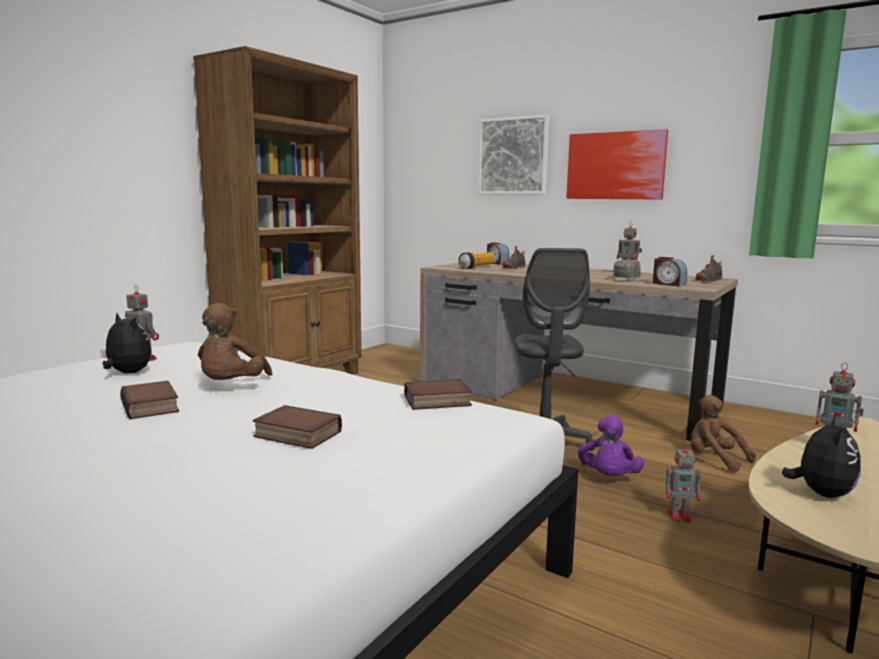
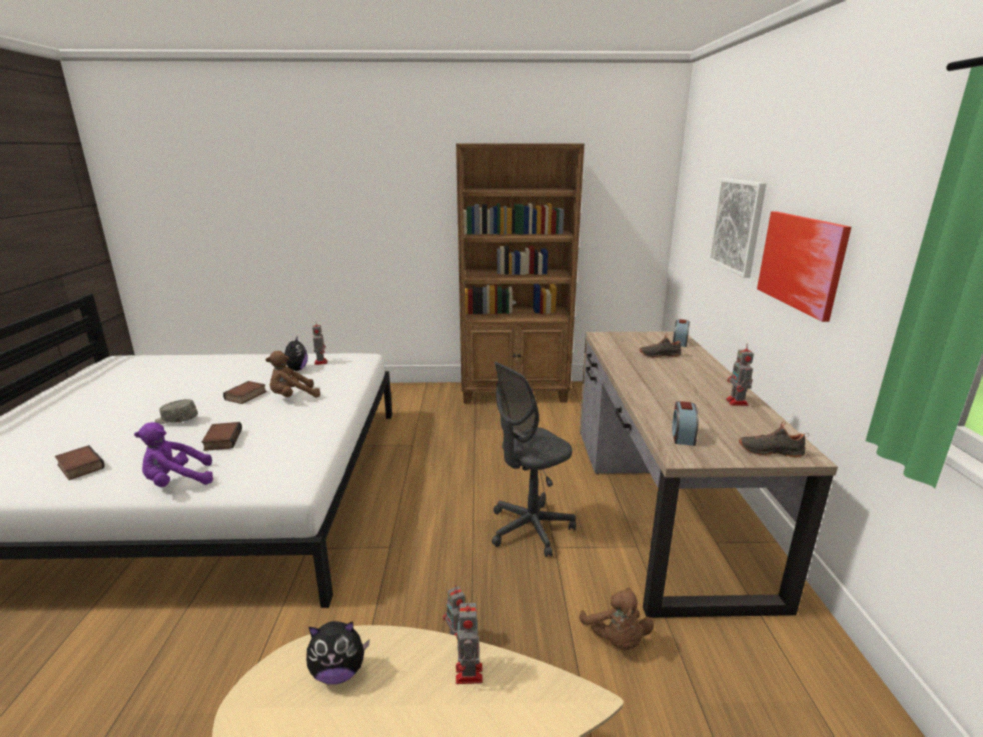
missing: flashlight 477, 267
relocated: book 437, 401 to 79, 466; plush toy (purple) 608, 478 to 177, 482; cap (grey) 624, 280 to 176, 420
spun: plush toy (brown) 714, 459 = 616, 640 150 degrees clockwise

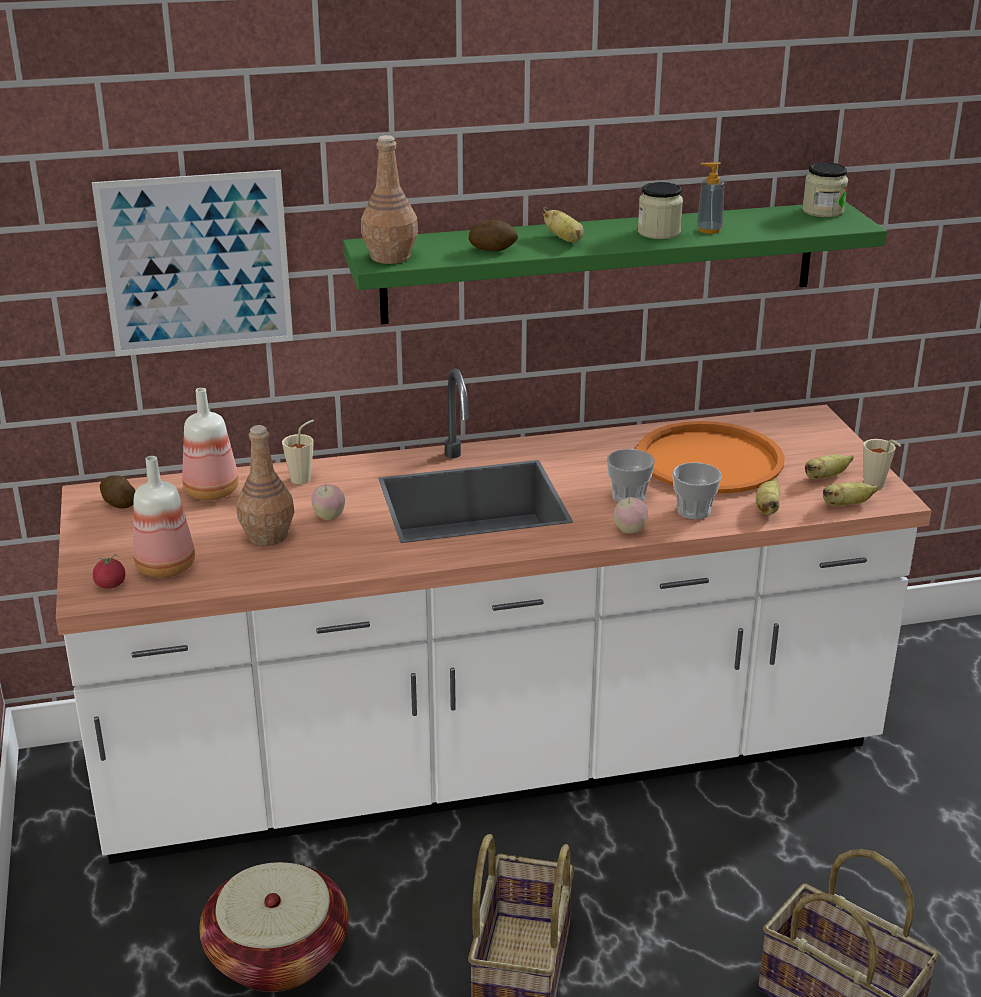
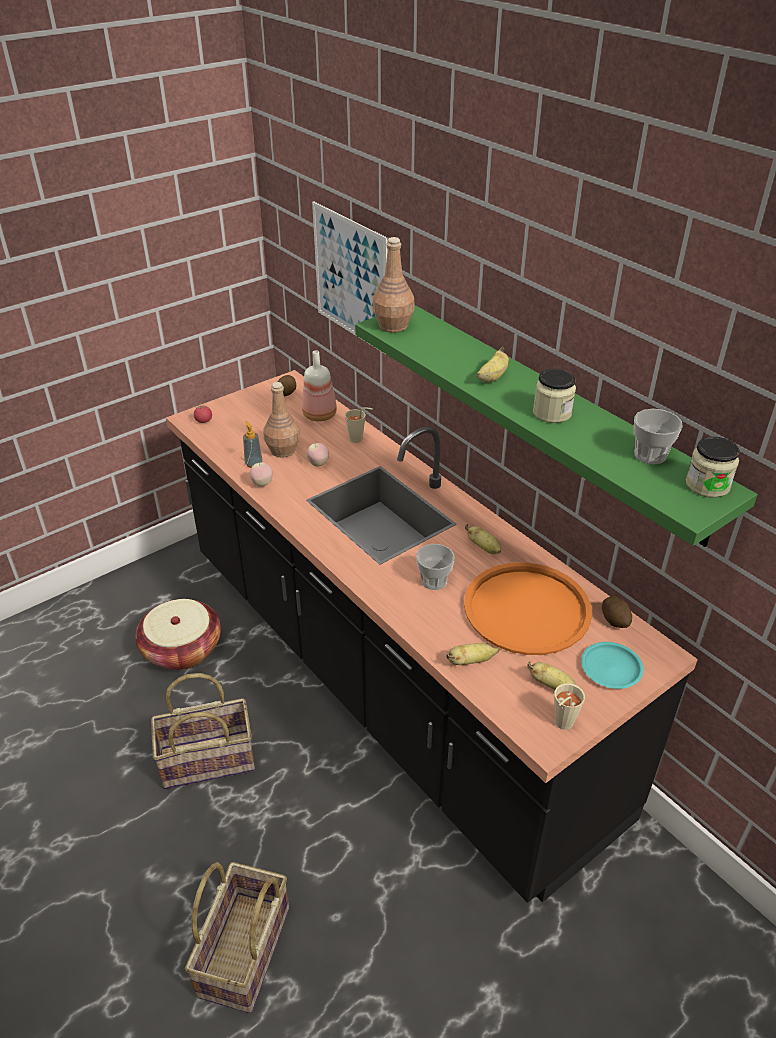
missing: bottle 168, 567
appeared: plate (turquoise) 611, 668
relocated: potato 493, 249 to 615, 620; apple 630, 530 to 262, 484; cup 694, 511 to 650, 455; soap dispenser 709, 230 to 253, 464; banana 846, 505 to 484, 548
colour: counter (white) 490, 758 to counter (black) 388, 678

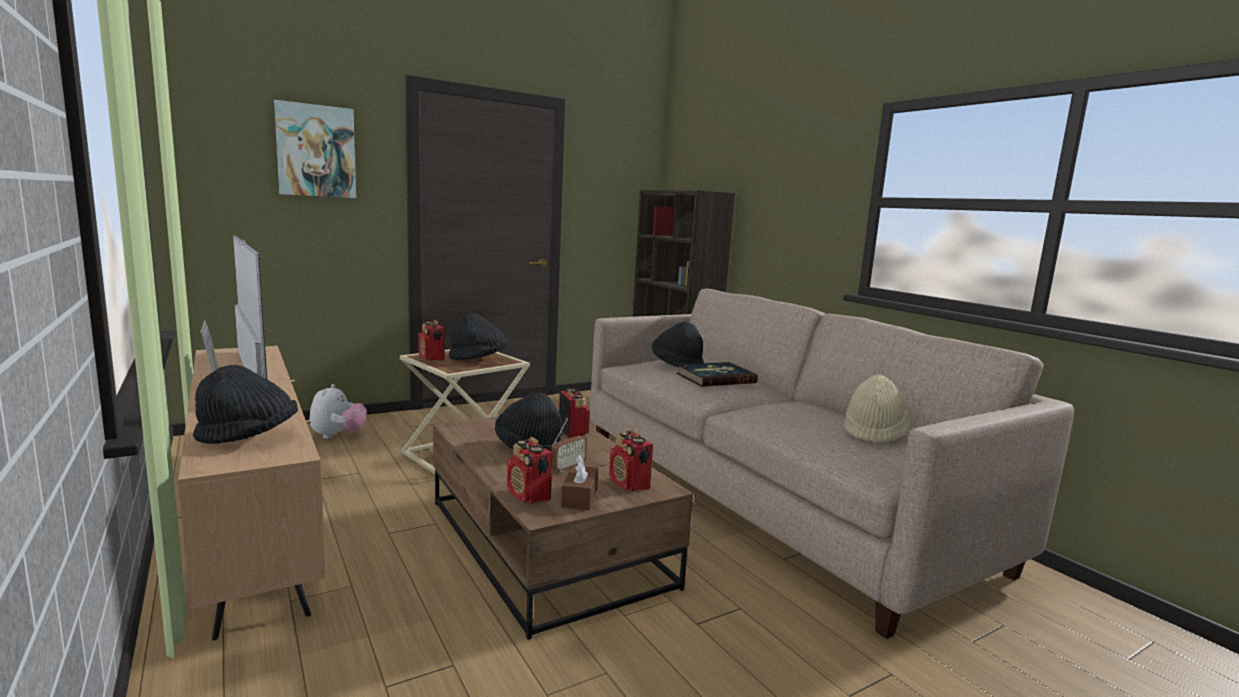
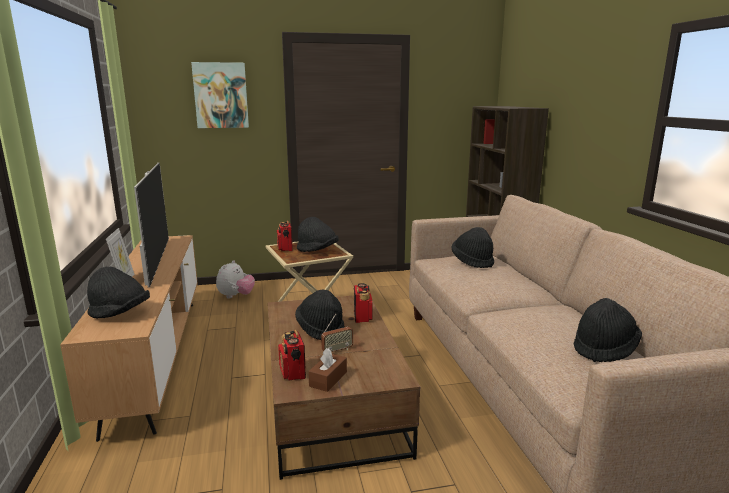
missing: radio 629, 484; book 715, 378
colour: hat (beige) 873, 432 to hat (black) 604, 348

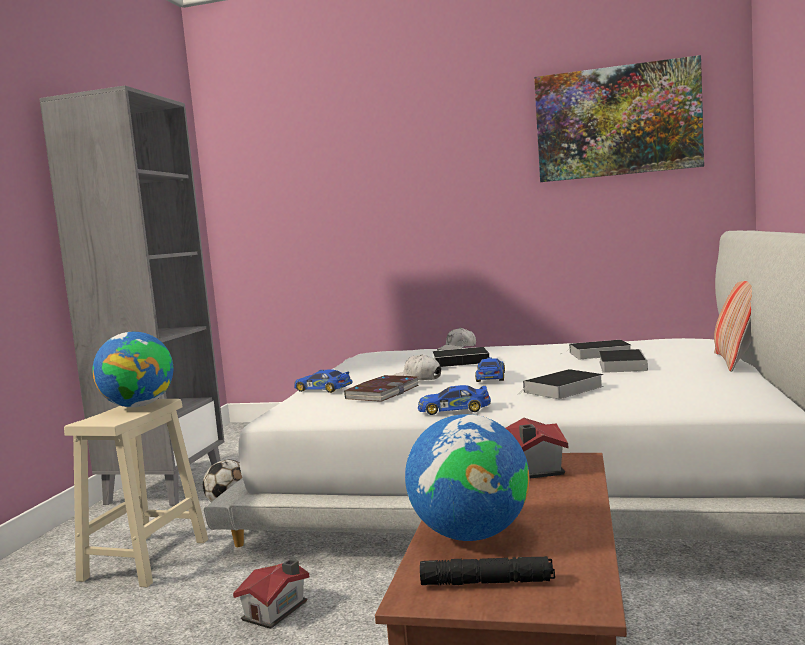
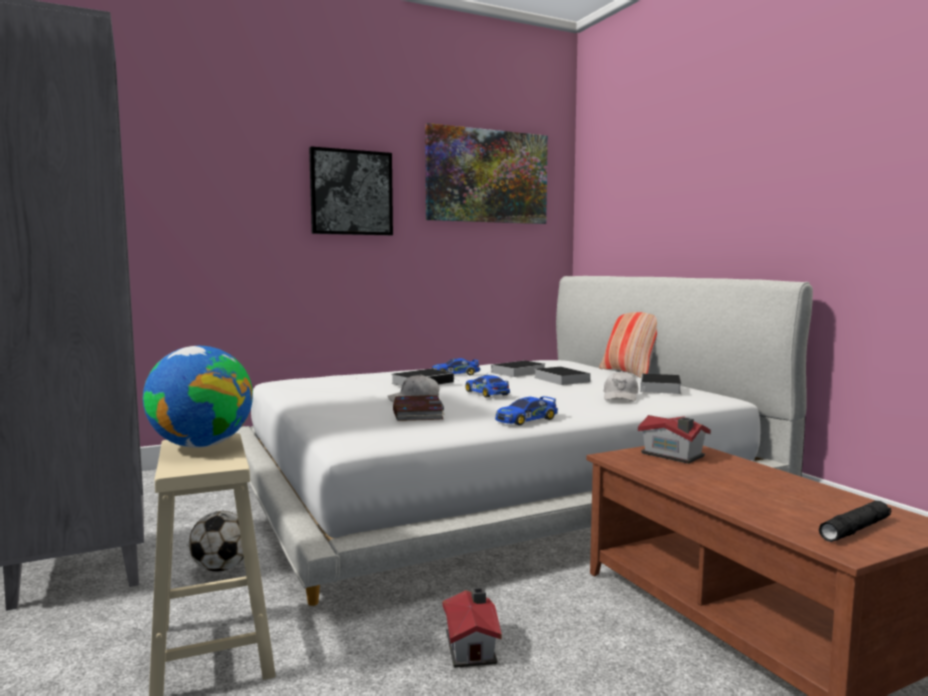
missing: globe 470, 535
appeared: picture 351, 193
relocated: toy car 323, 389 to 455, 374; cap (white) 457, 349 to 620, 397; book 562, 390 to 660, 388

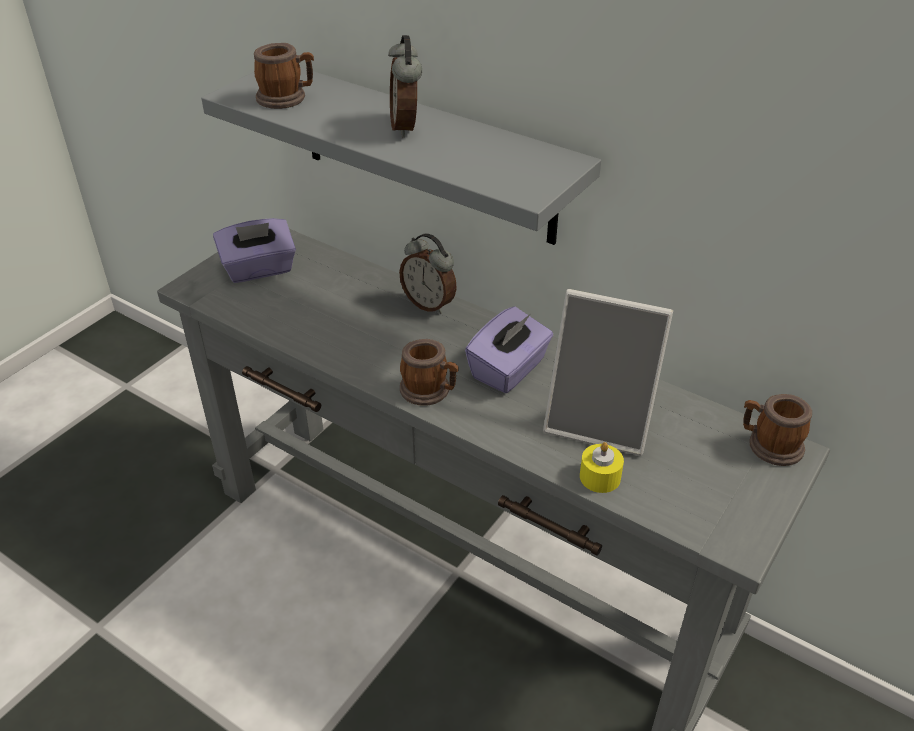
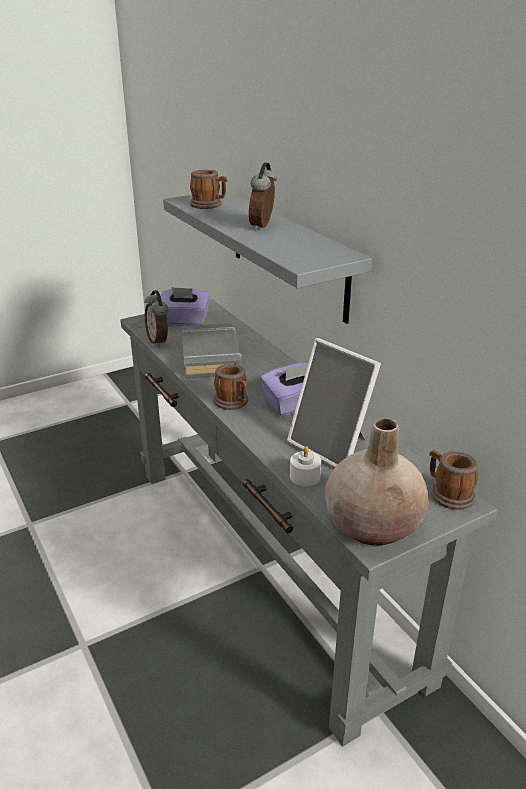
appeared: book (grey) 211, 356; vase (beige) 373, 526
relocated: alarm clock 429, 304 to 158, 341
colour: candle (yellow) 600, 477 to candle (white) 305, 476

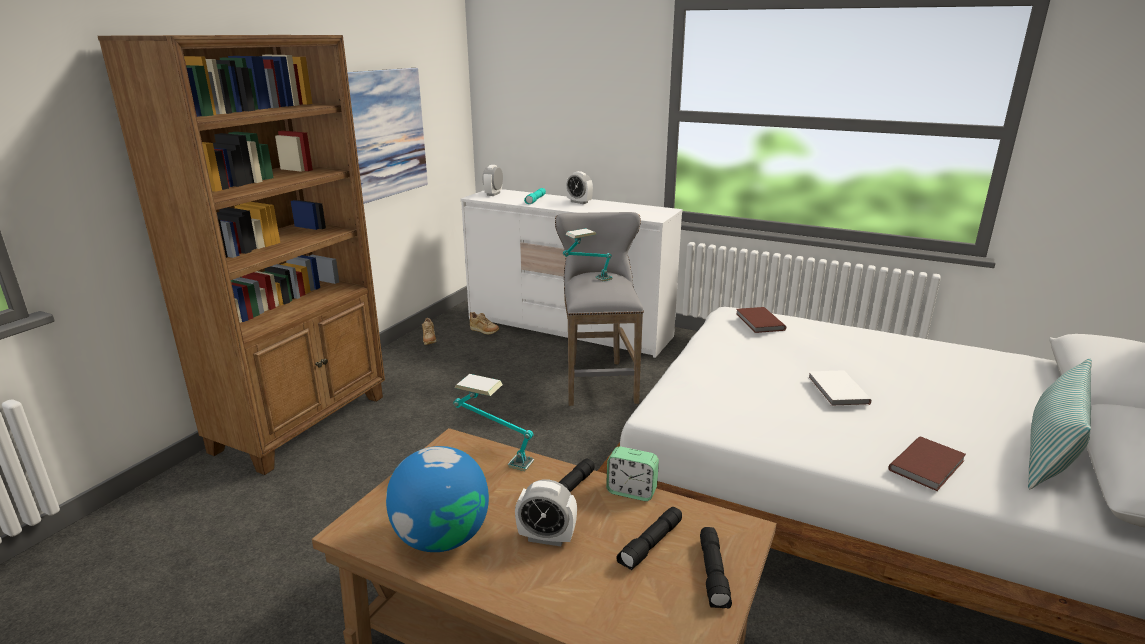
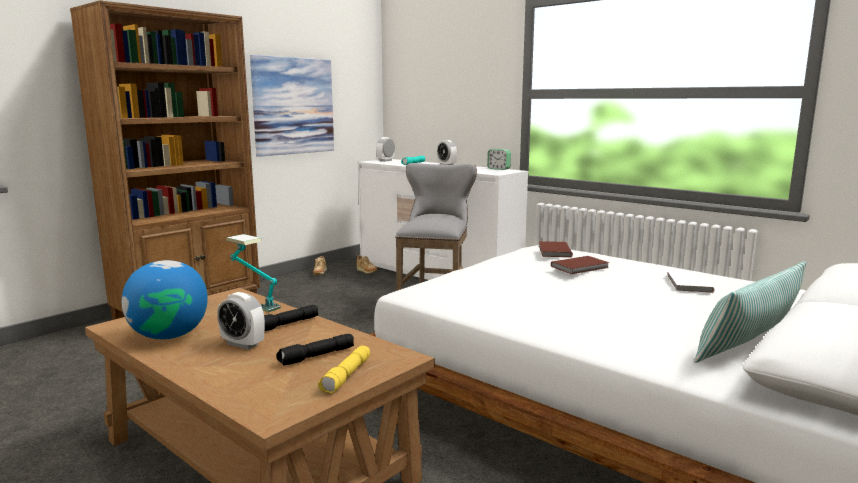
missing: table lamp 587, 282
relocated: alarm clock 631, 491 to 498, 169; book (white) 836, 391 to 687, 284; book (brown) 929, 465 to 581, 267
colour: flashlight (black) 714, 574 to flashlight (yellow) 347, 376

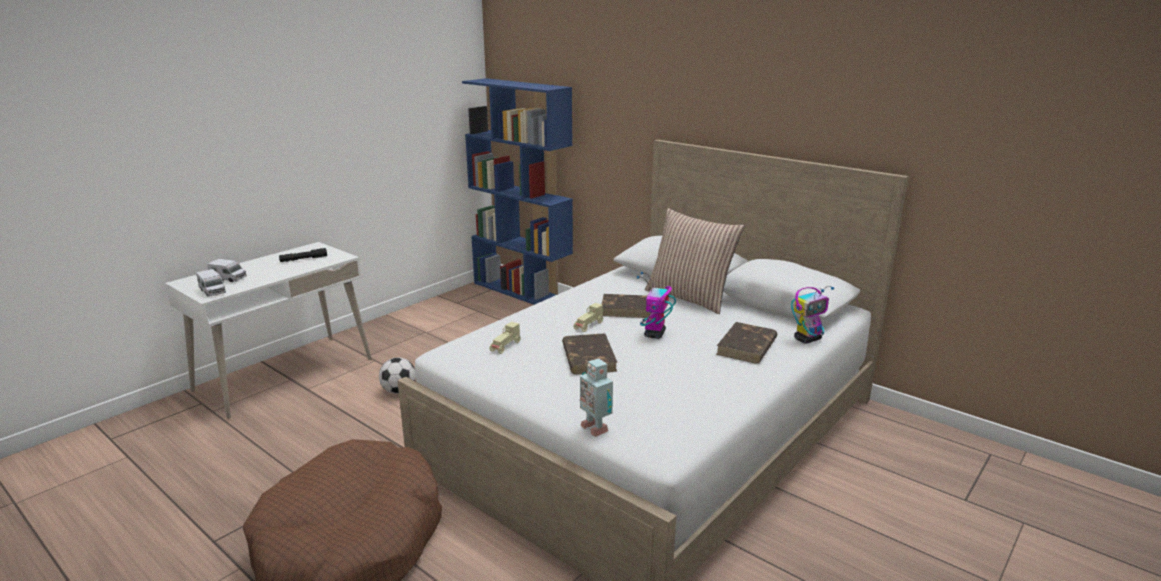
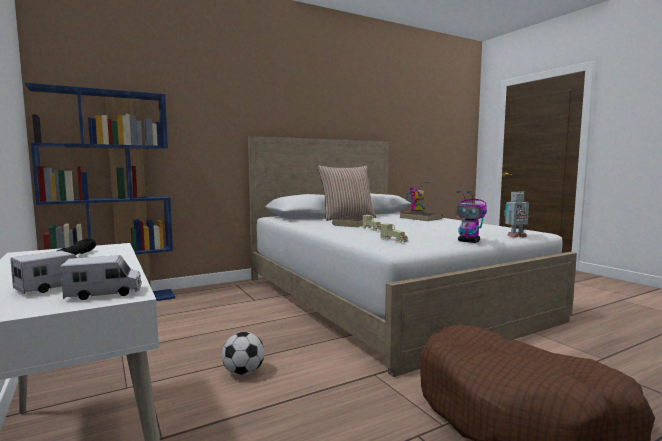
missing: book (brown) 588, 357
relocated: toy robot 654, 334 to 469, 241

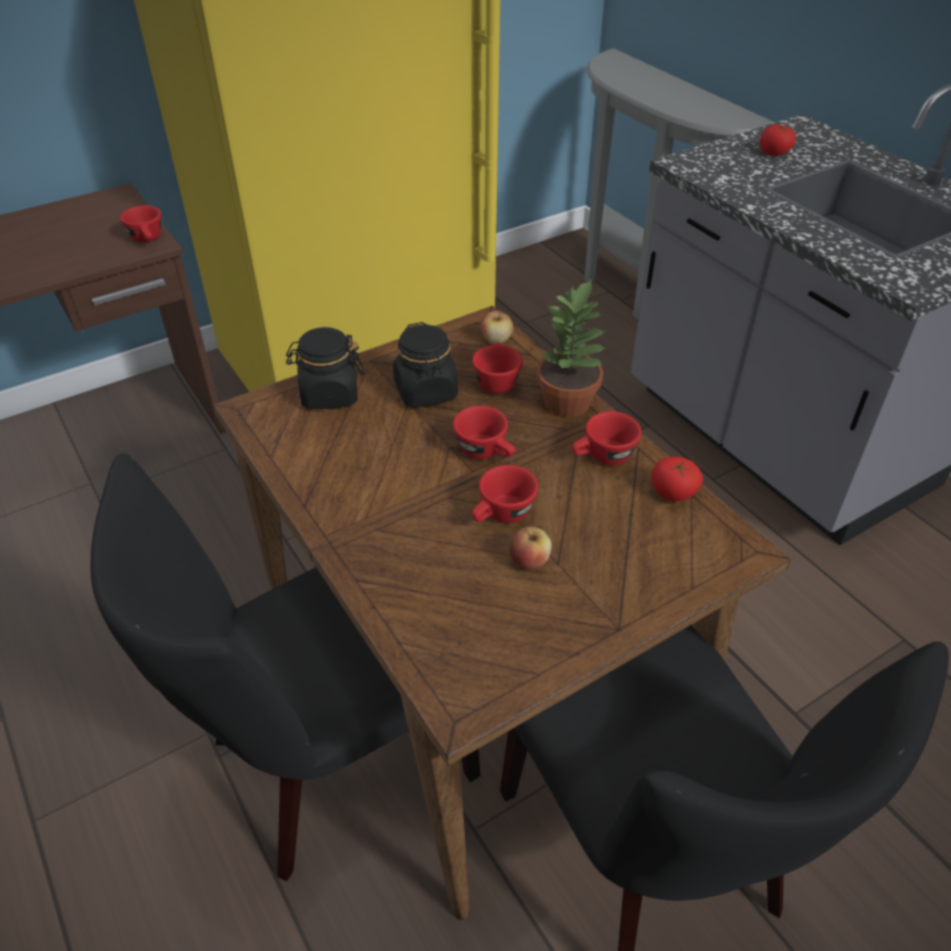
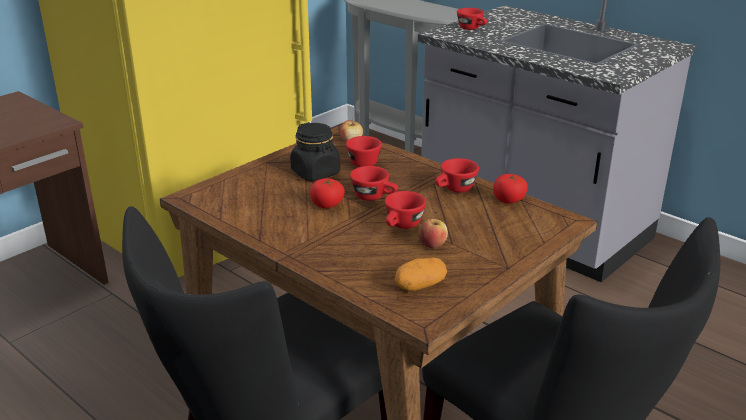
missing: jar (black) 329, 394; potted plant 568, 402
appeared: potato 420, 286
relocated: cup (red) 148, 240 to 472, 29; tomato 774, 153 to 327, 205

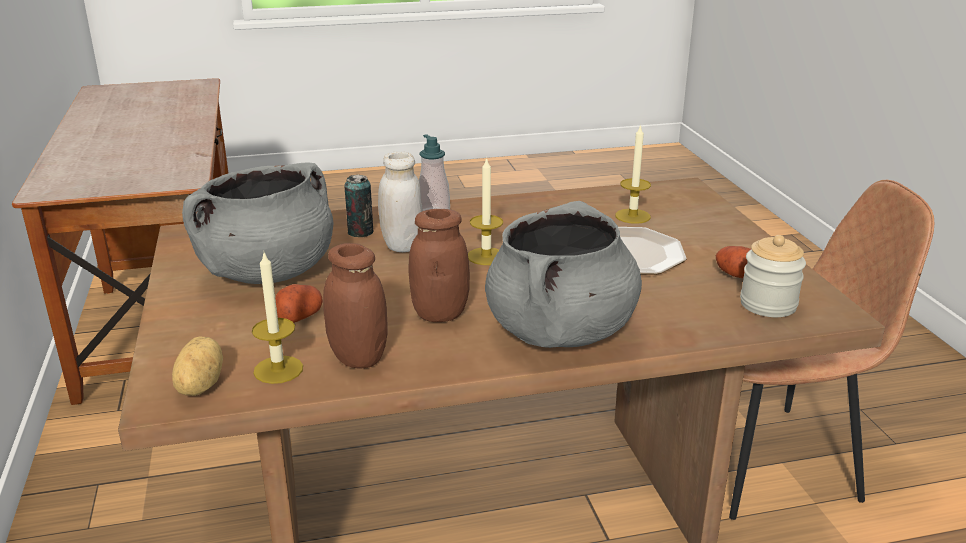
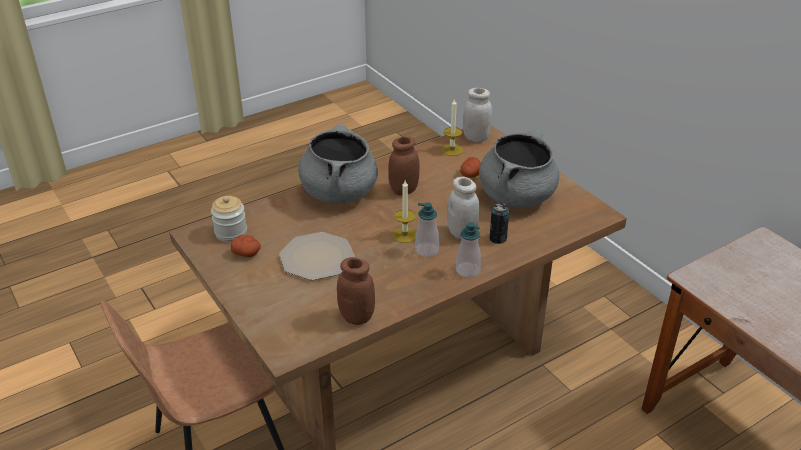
missing: candle 632, 216
appeared: soap dispenser 426, 250
relocated: jar (brown) 358, 358 to 357, 317
exchanged: potato 198, 386 to jar (white) 476, 138

